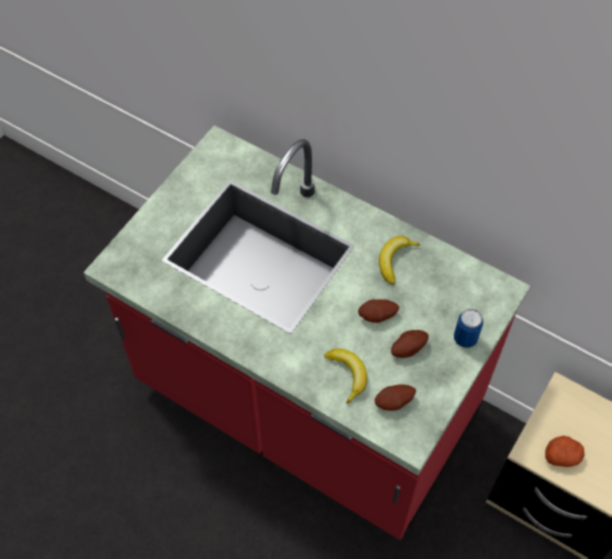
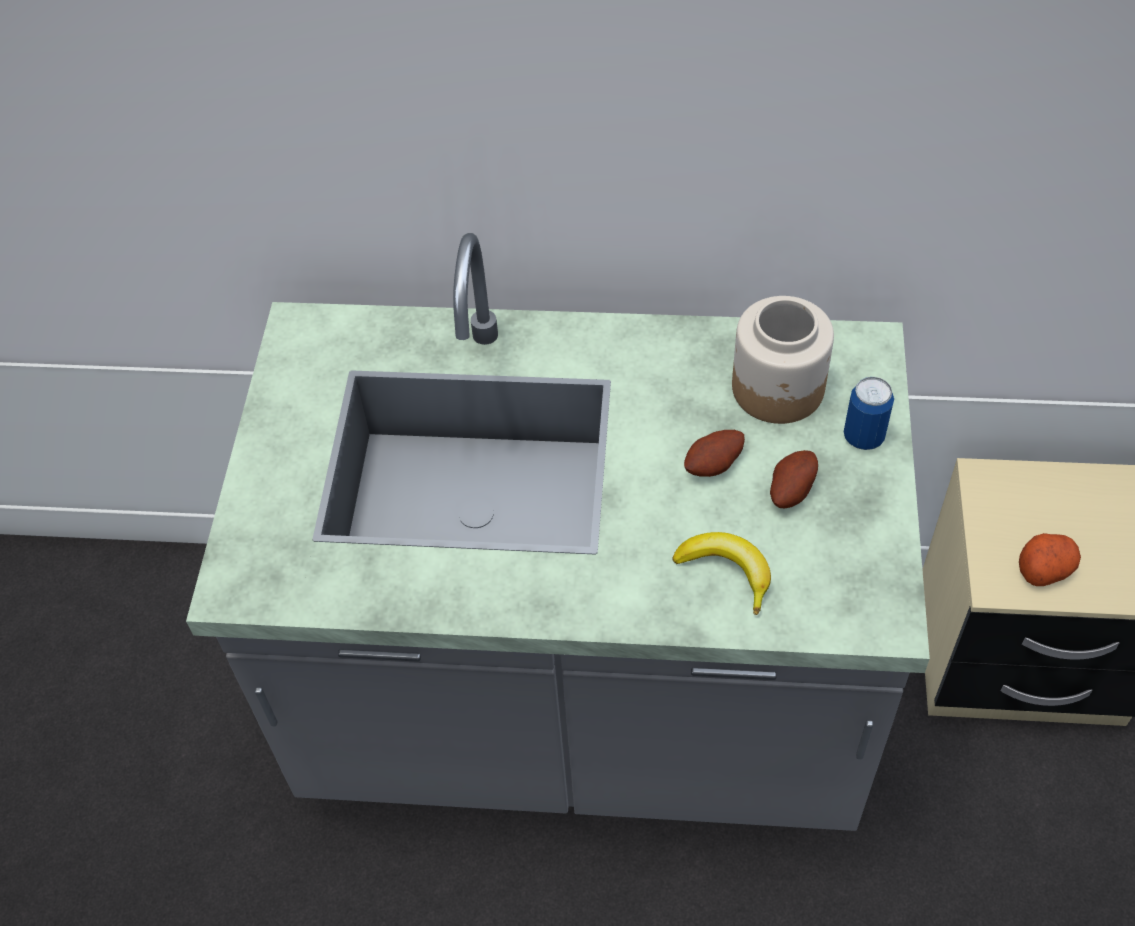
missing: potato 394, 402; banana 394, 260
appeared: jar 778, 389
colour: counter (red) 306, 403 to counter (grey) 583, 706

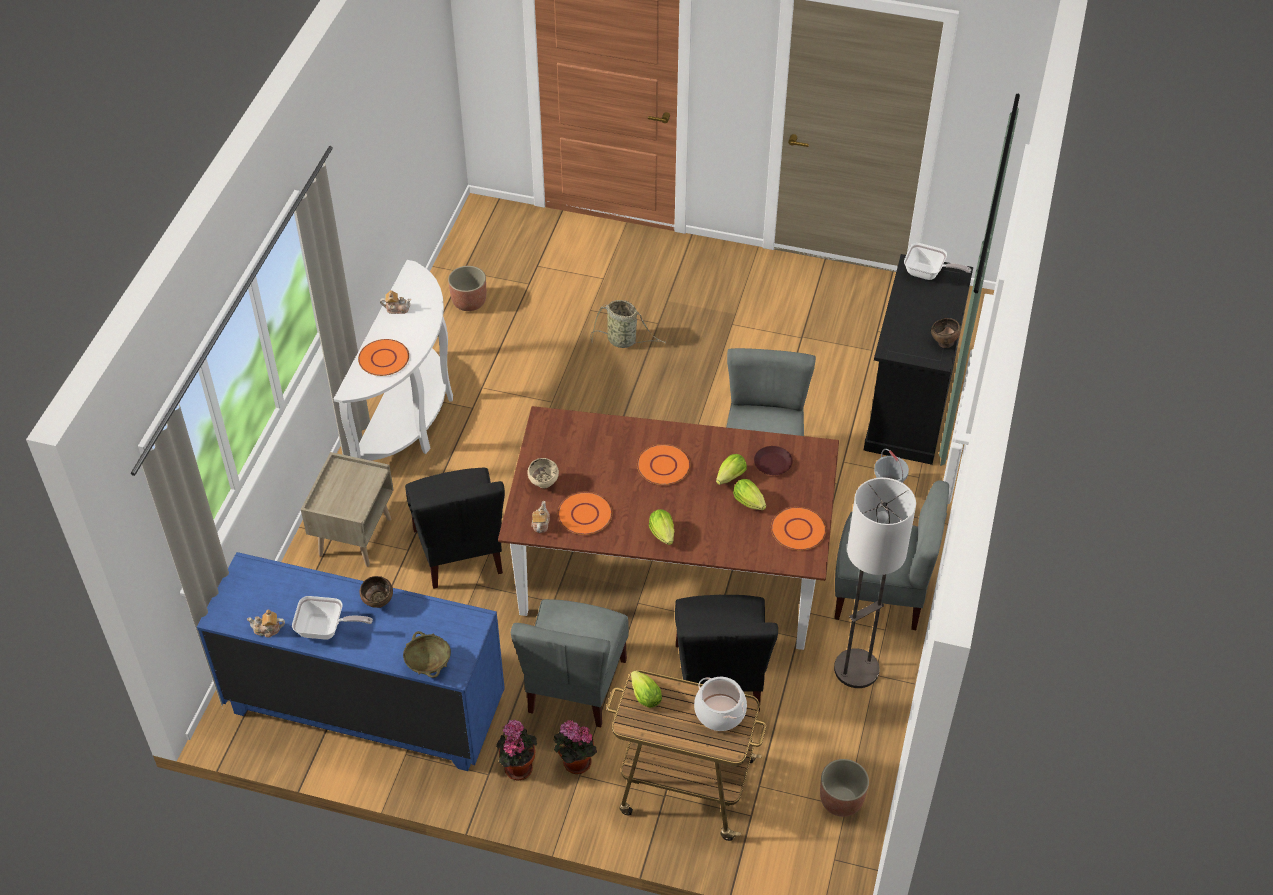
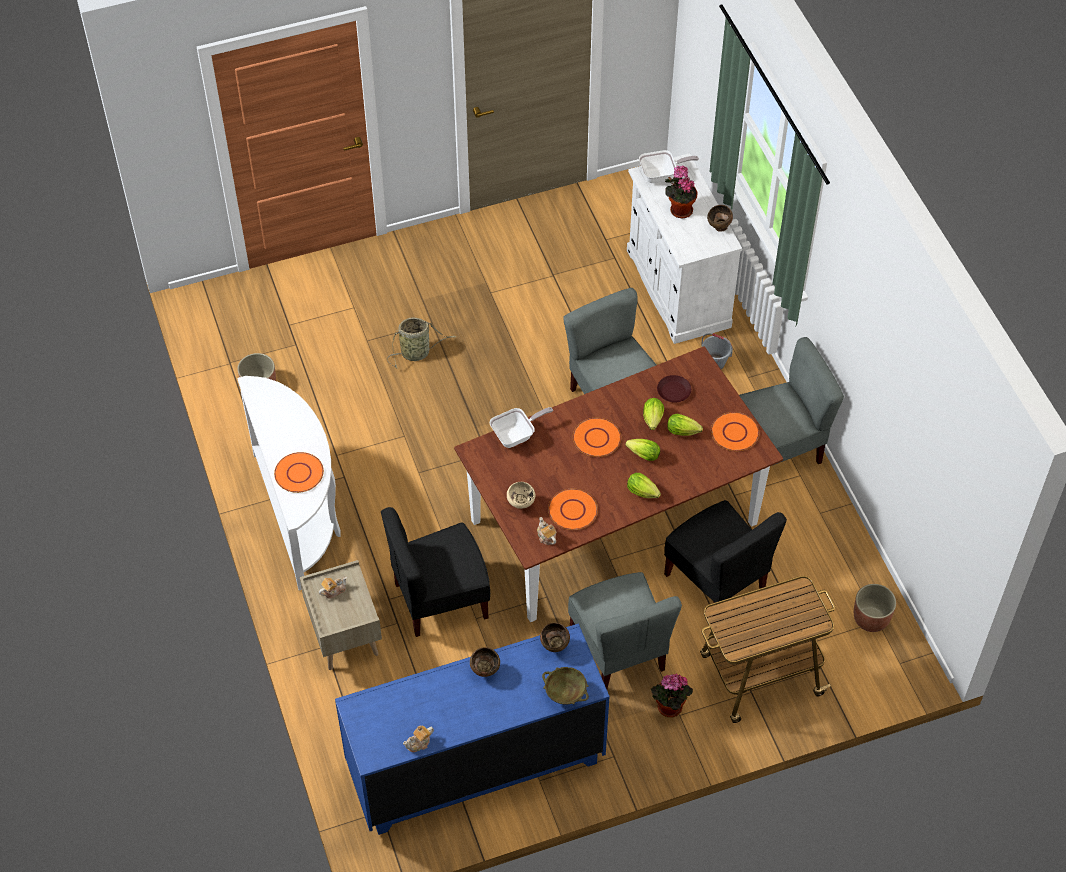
missing: cooking pot 719, 712; floor lamp 856, 669
appeared: bowl (brown) 555, 646
relocated: frying pan 326, 629 to 517, 435; teapot 397, 308 to 333, 590; potted plant 517, 766 to 679, 210; lettuce 644, 695 to 641, 454
colour: cabinet (black) 909, 405 to cabinet (white) 677, 288
spun: chair (black) 460, 551 = 440, 600 120 degrees clockwise

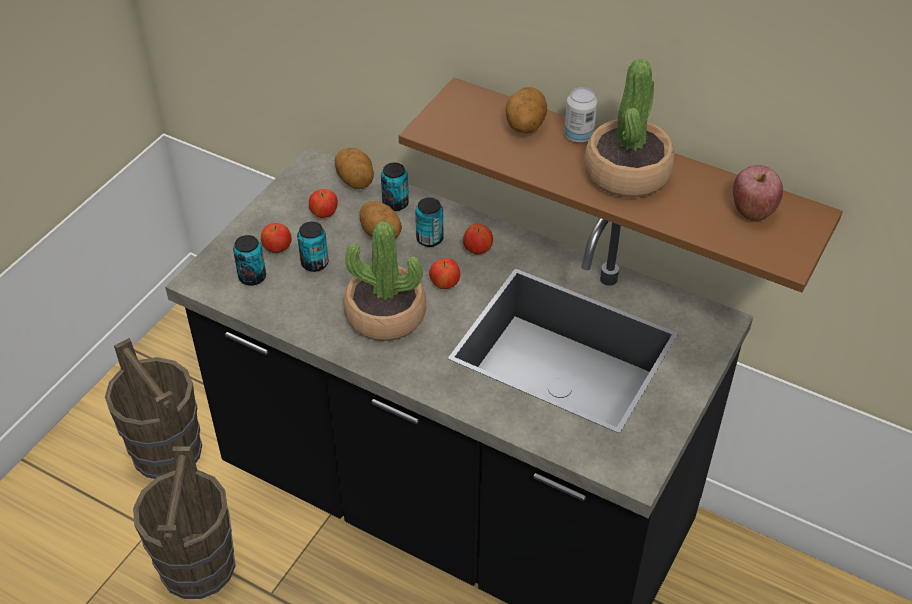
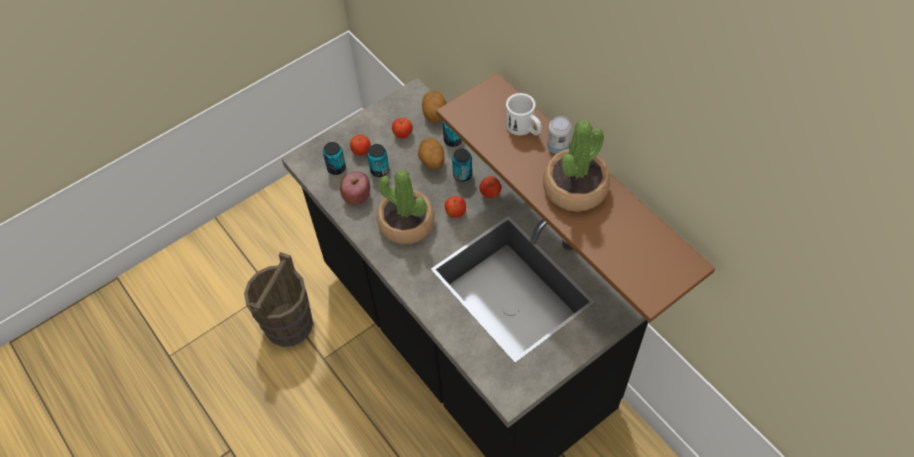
missing: bucket (brown) 166, 450
relocated: apple 752, 210 to 357, 197
exchanged: potato 524, 126 to mug (white) 524, 128

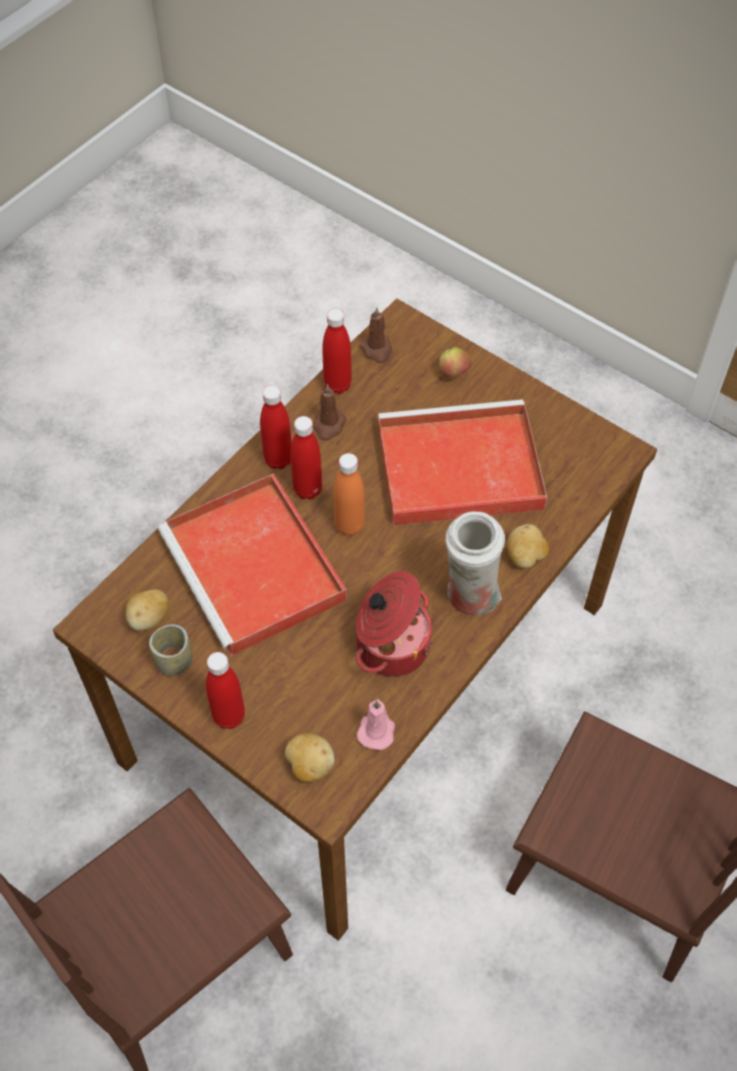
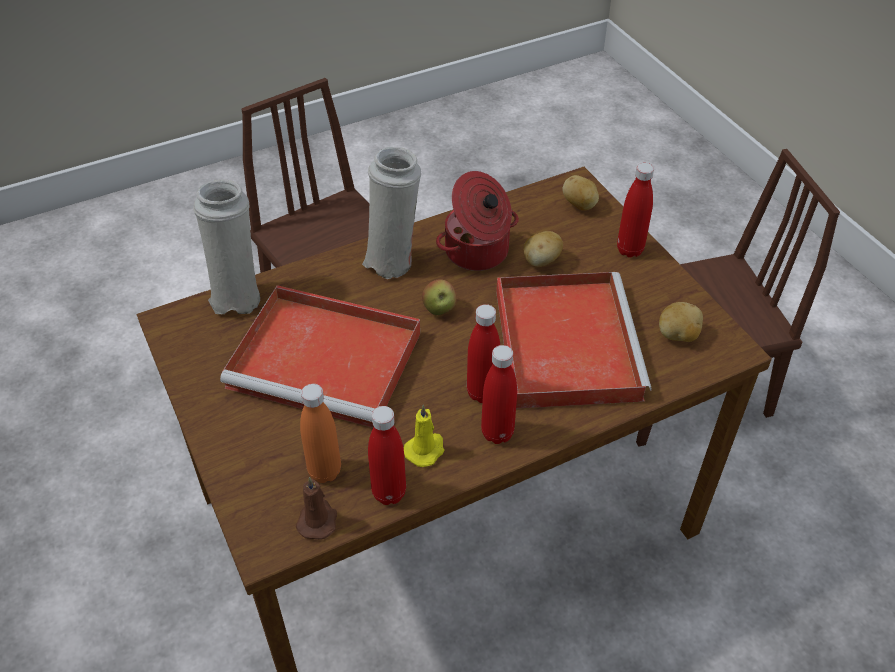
missing: cup 174, 661; candle (pink) 376, 729
appeared: vase (white) 237, 296
relocated: bottle (orange) 349, 525 to 325, 471; apple 453, 374 to 439, 310; potato 525, 557 to 541, 261
colour: candle (brown) 328, 425 to candle (yellow) 425, 449

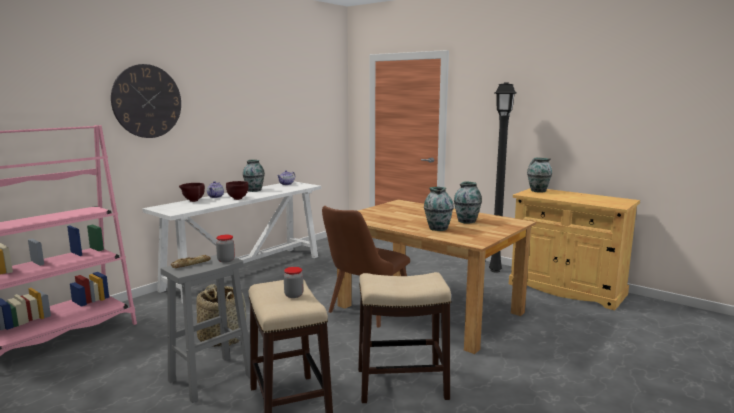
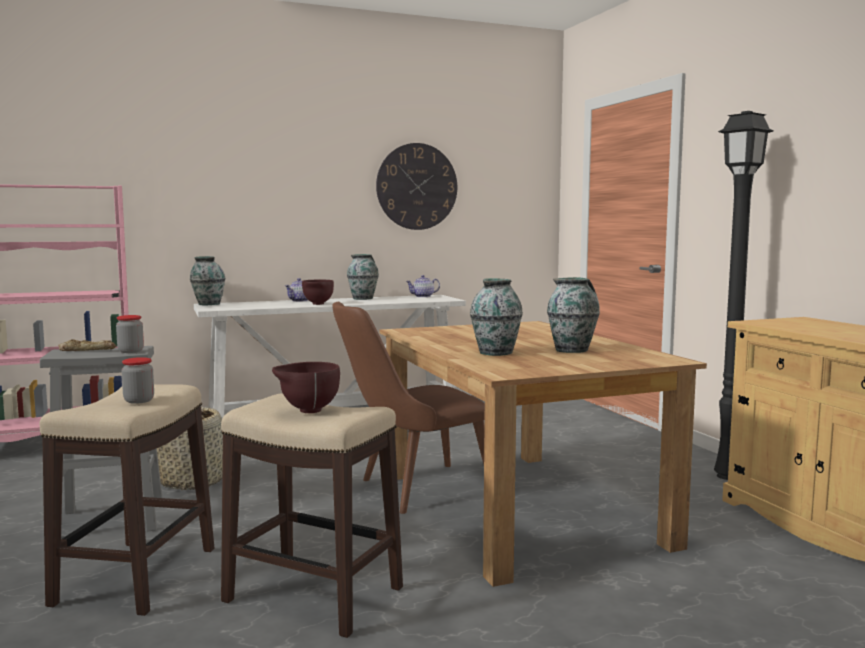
relocated: wall clock 147, 101 to 417, 186; bowl (brown) 192, 201 to 307, 411; vase 538, 191 to 208, 304

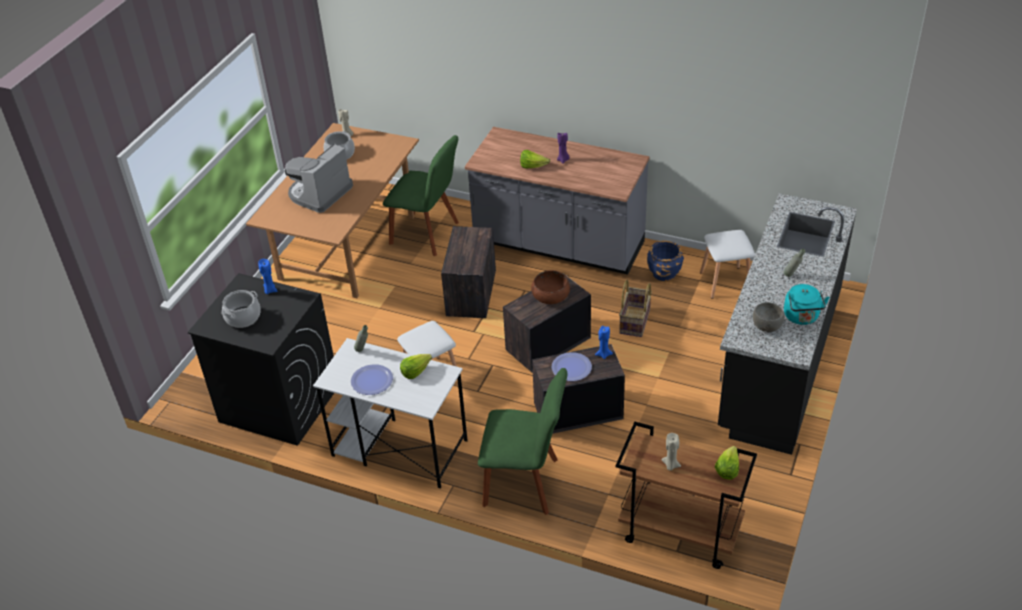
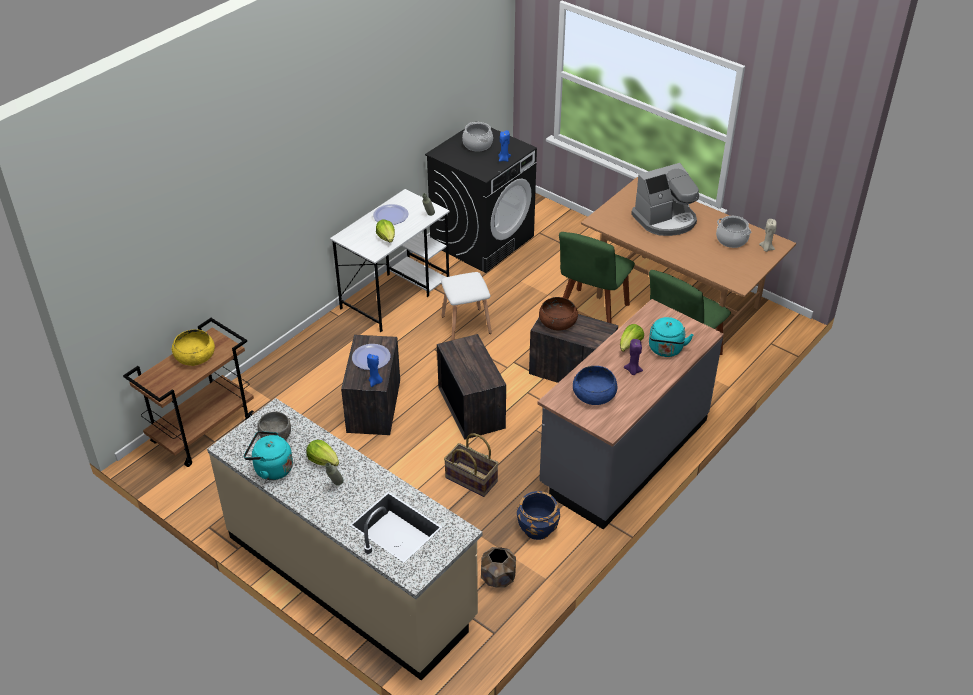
appeared: bowl (blue) 594, 394; kettle (turquoise) 666, 350
relocated: chair (green) 525, 483 to 591, 314; bowl (brown) 550, 295 to 557, 321; lettuce 727, 469 to 323, 460
exchanged: candle (beige) 670, 465 to bowl (yellow) 195, 356; stool (white) 724, 282 to planter (brown) 498, 578
colour: counter (black) 778, 361 to counter (beige) 351, 577
spun: coffee machine 319, 194 = 665, 220 105 degrees clockwise

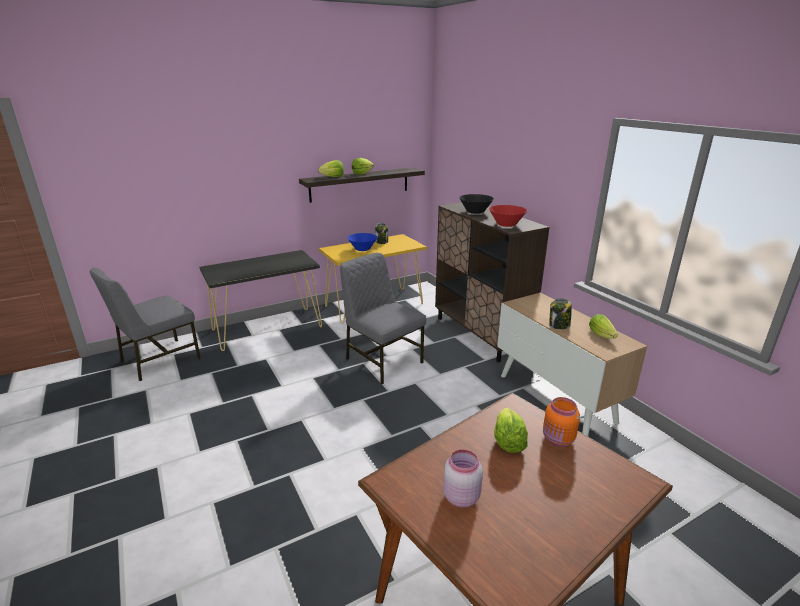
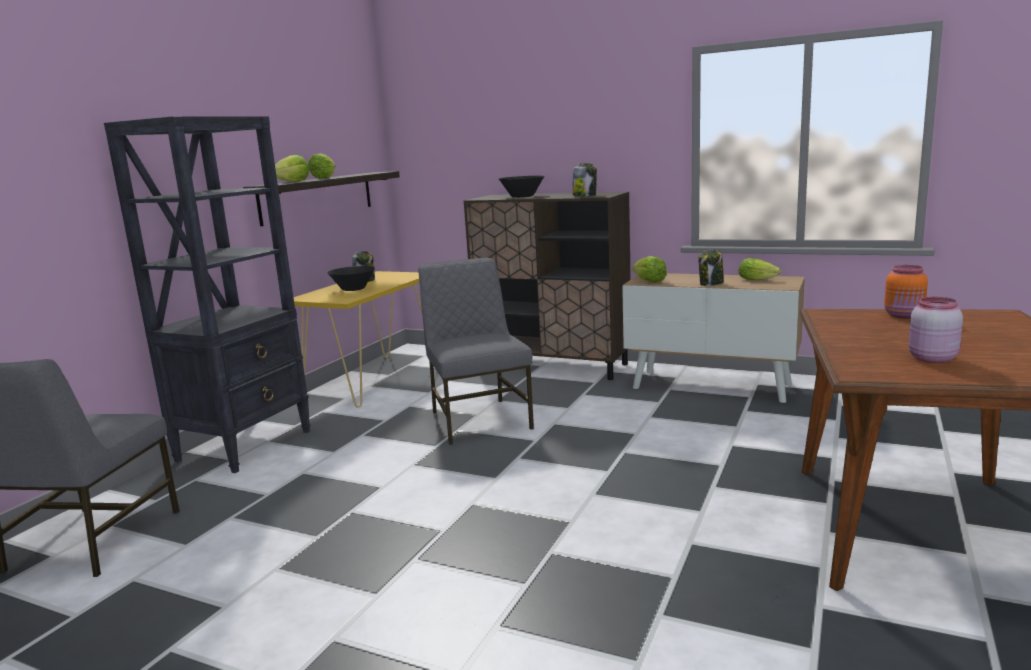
relocated: lettuce 508, 441 to 649, 281
exchanged: console table (black) 268, 328 to bookcase (black) 246, 445; bowl (red) 506, 224 to jar 584, 195
colour: bowl (blue) 362, 249 to bowl (black) 353, 289
spun: chair (grey) 382, 360 = 479, 420 60 degrees clockwise

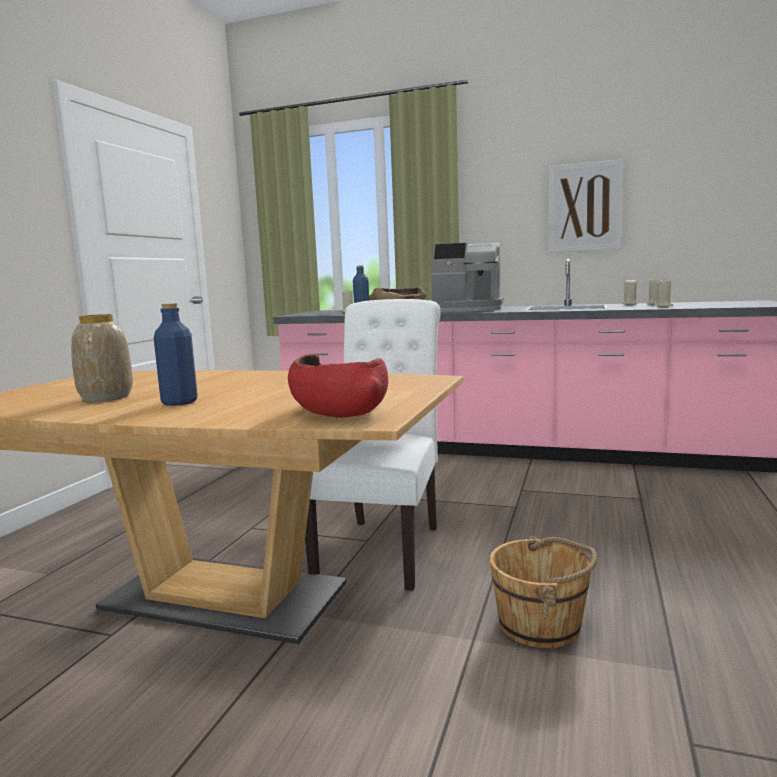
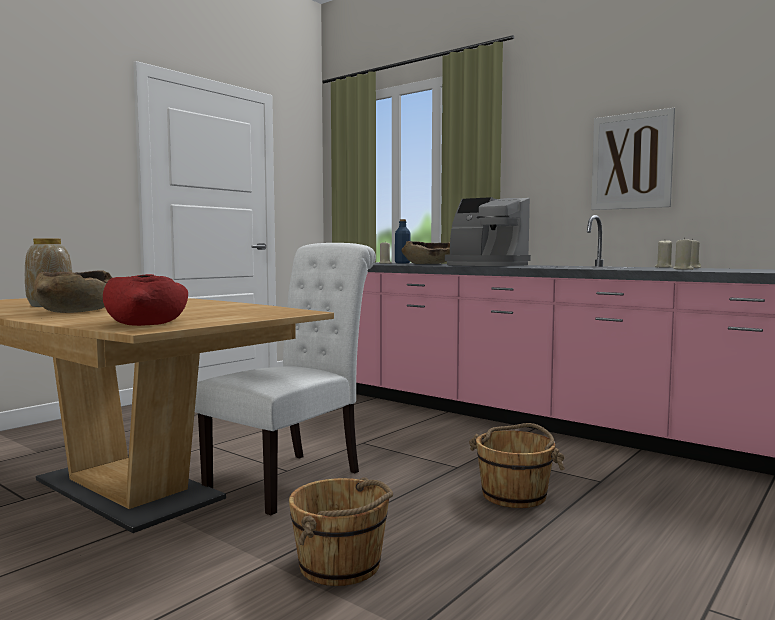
appeared: bucket (brown) 514, 495
exchanged: bottle (blue) 179, 402 to bowl (brown) 78, 311

